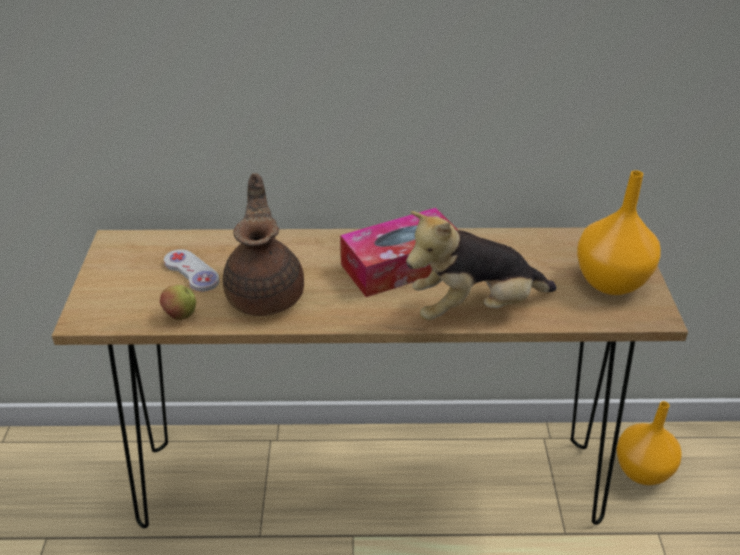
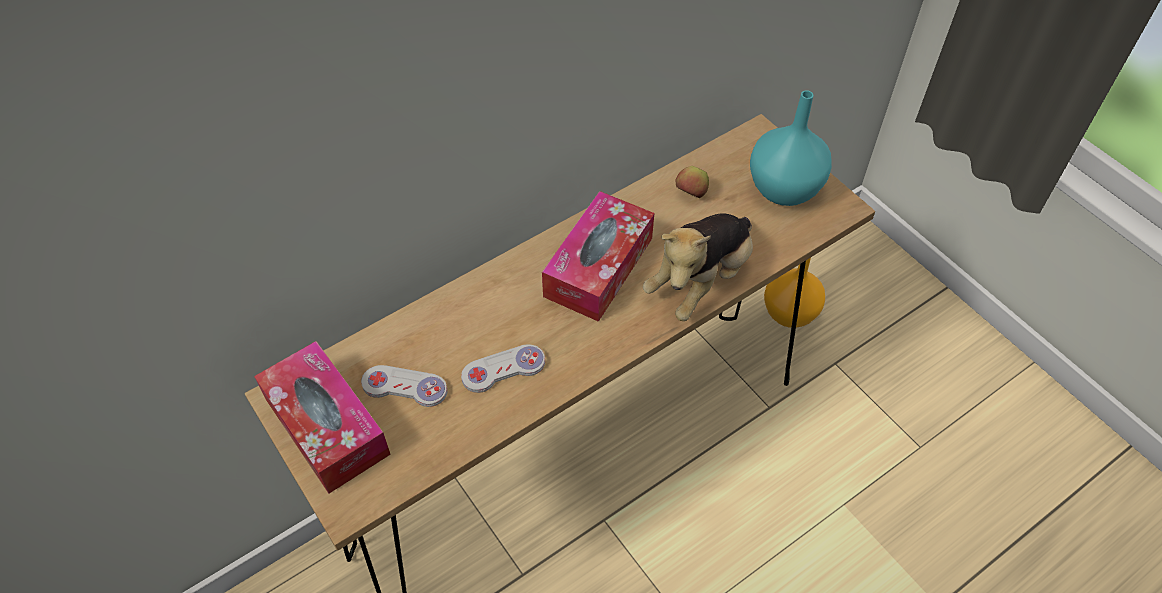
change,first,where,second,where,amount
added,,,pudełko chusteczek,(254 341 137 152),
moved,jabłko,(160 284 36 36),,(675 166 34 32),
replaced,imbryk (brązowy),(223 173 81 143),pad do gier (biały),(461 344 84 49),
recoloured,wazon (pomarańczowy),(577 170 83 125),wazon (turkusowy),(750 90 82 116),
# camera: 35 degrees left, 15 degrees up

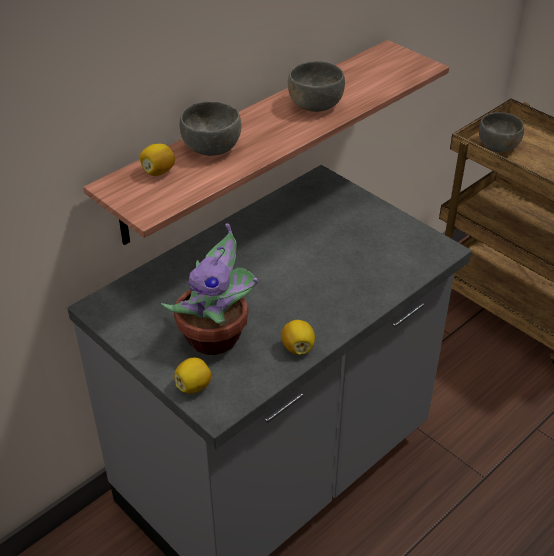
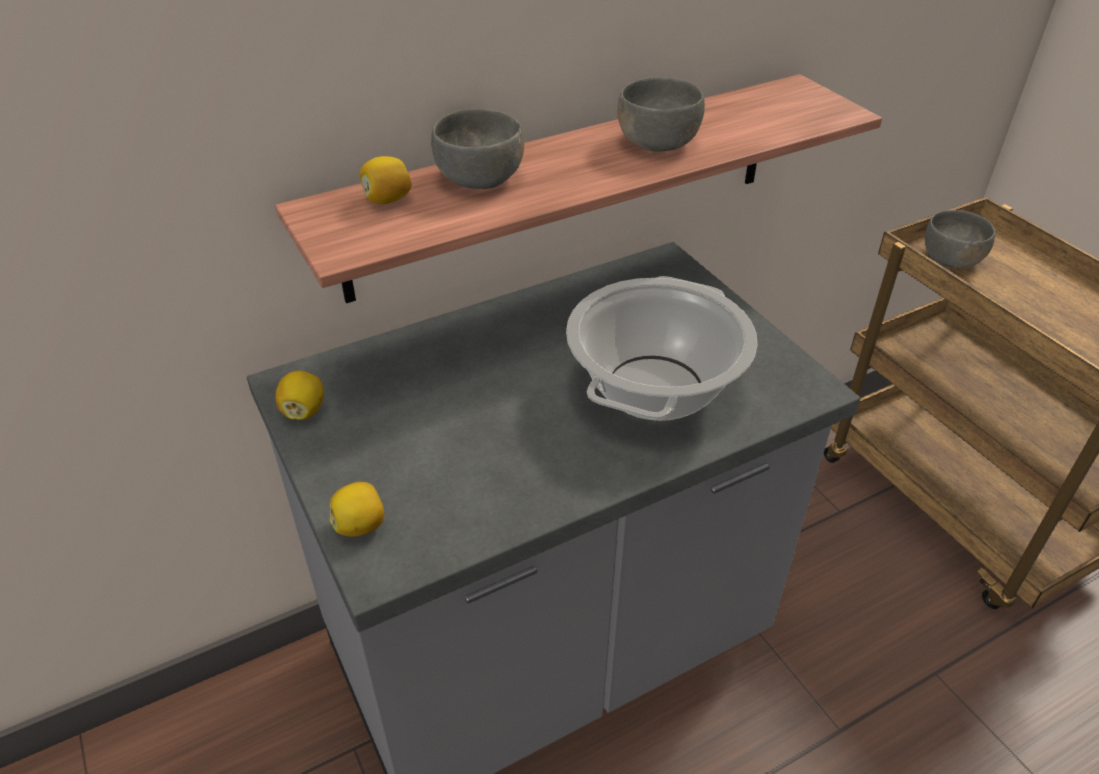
change,first,where,second,where,amount
removed,roślina doniczkowa,(161 223 97 132),,,
added,,,garnek,(566 276 192 145),
moved,cytryna,(281 320 34 35),,(275 371 49 49),
# camera: 15 degrees right, 0 degrees up

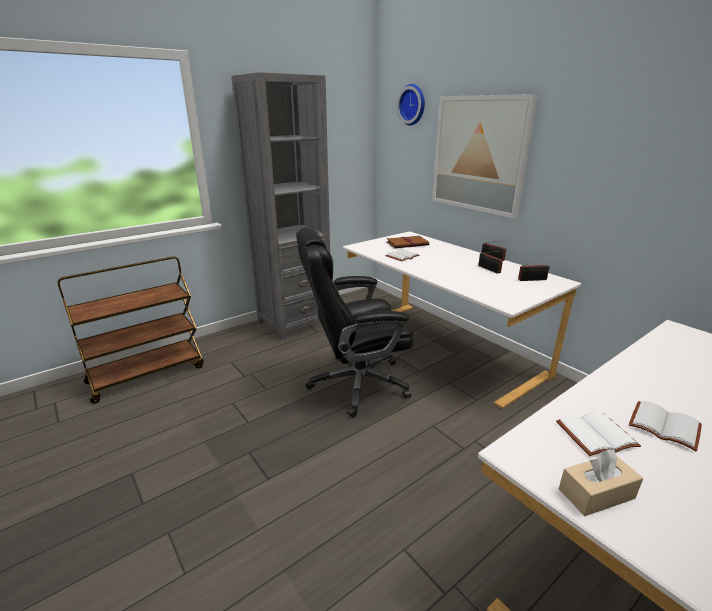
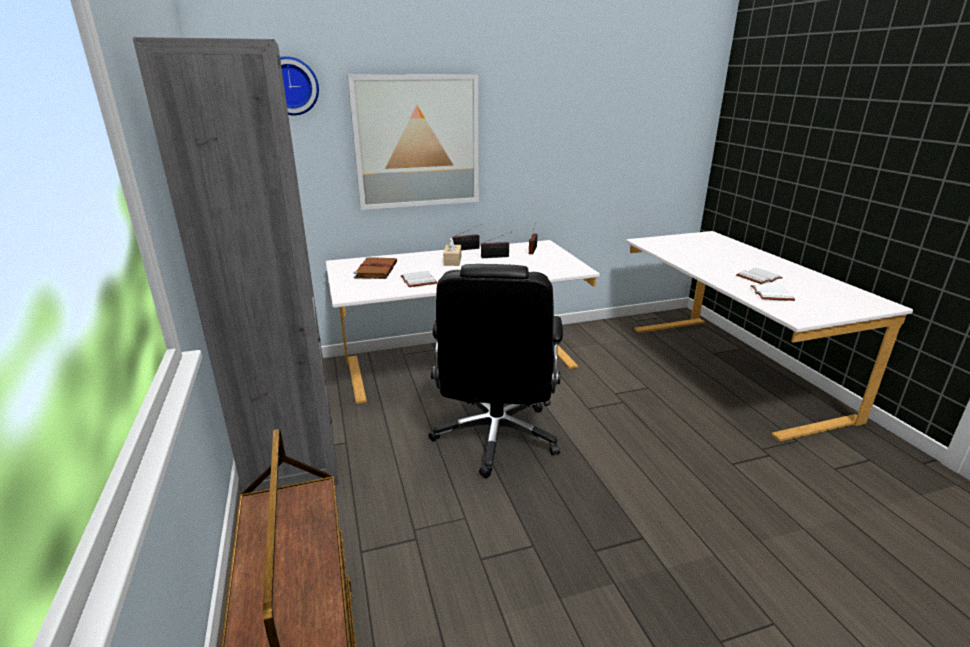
change,first,where,second,where,amount
moved,pudełko chusteczek (beżowy),(559 449 84 67),,(443 237 18 29),
# camera: 70 degrees left, 0 degrees up

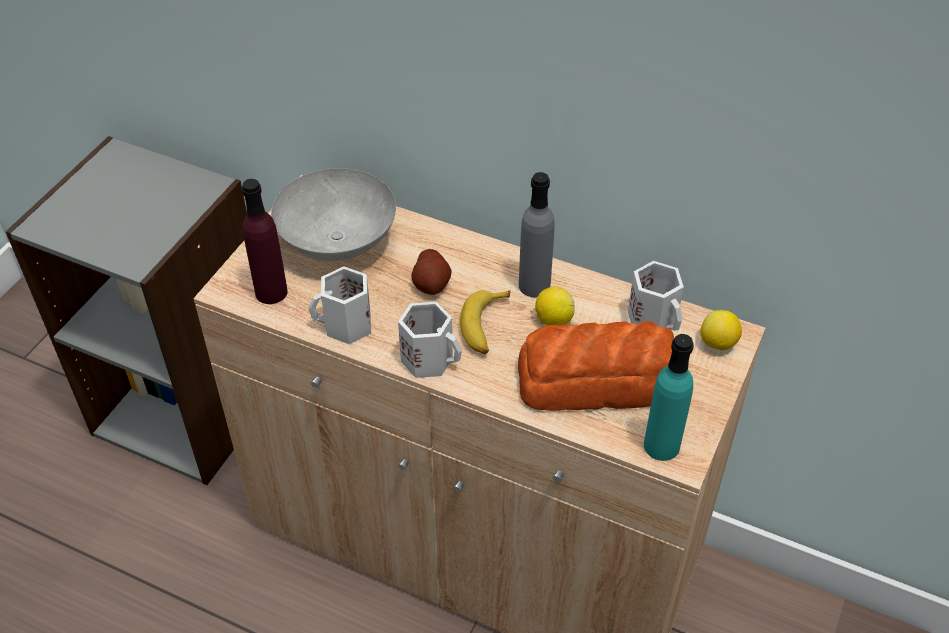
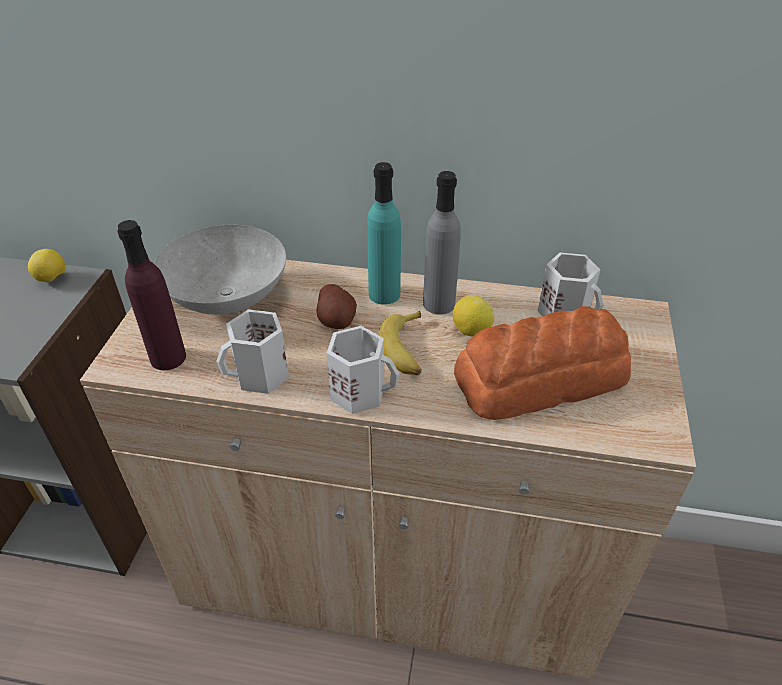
change,first,where,second,where,amount
moved,butelka (turkusowy),(644 334 50 127),,(367 162 34 143),
moved,cytryna,(700 310 42 41),,(28 249 38 33),
# camera: 15 degrees left, 5 degrees down

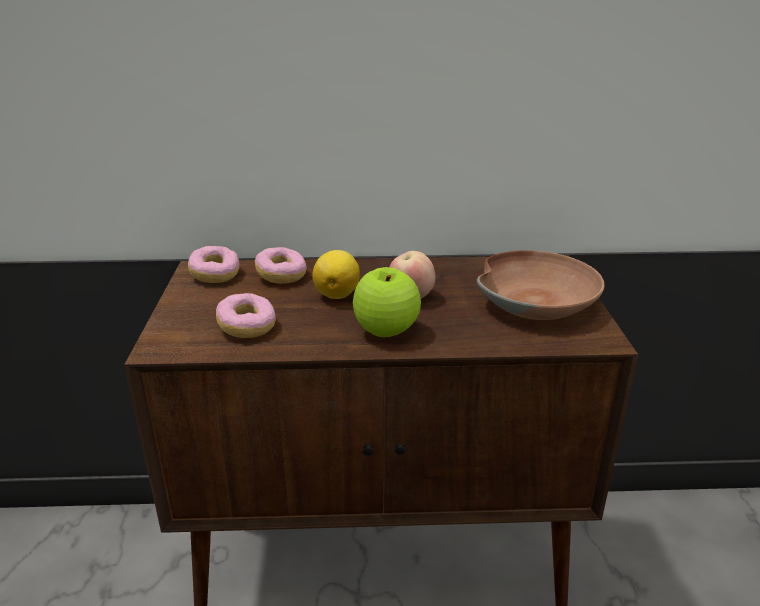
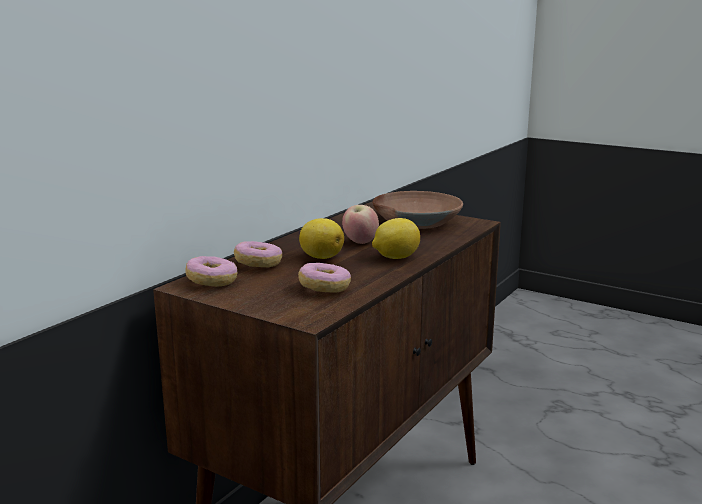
change,first,where,second,where,amount
replaced,jabłko,(353 267 68 70),cytryna,(372 218 48 41),
# camera: 55 degrees left, 10 degrees down

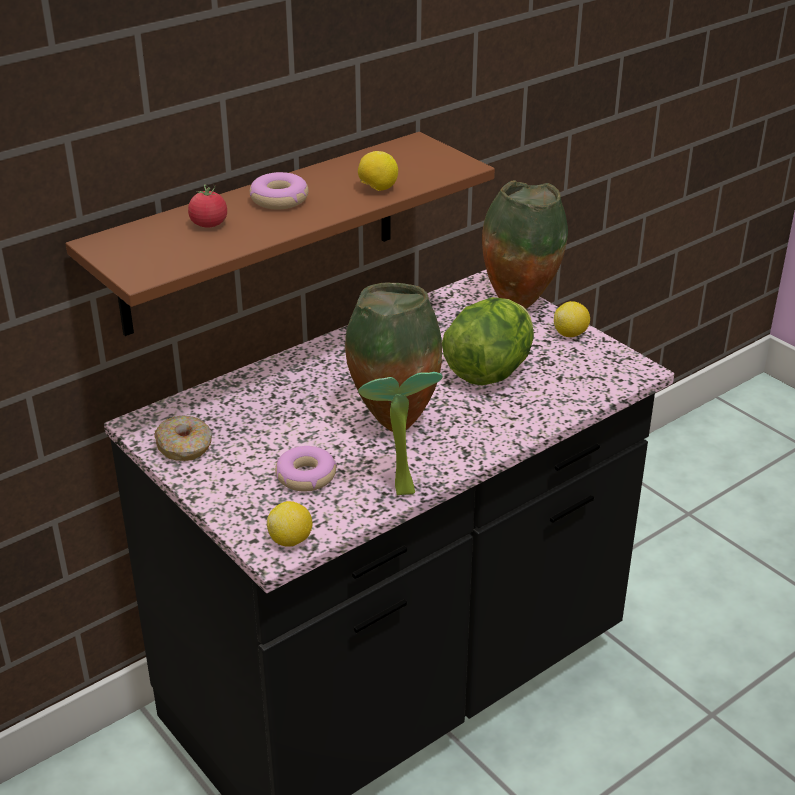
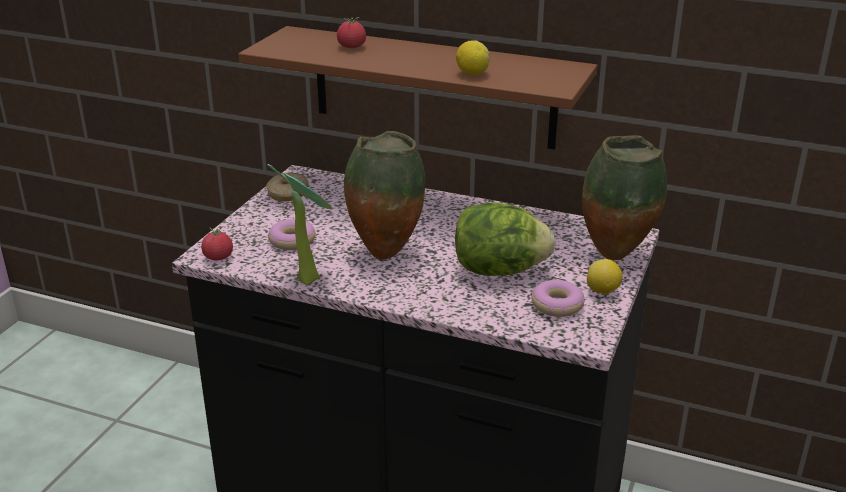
change,first,where,second,where,amount
moved,donut,(250 172 59 37),,(531 280 54 37),
replaced,cytryna,(267 501 46 45),pomidor,(201 227 32 33),
# camera: 60 degrees right, 5 degrees down

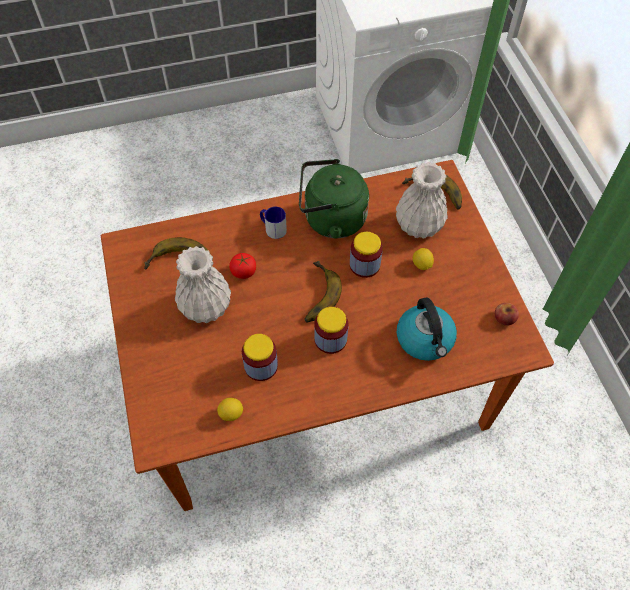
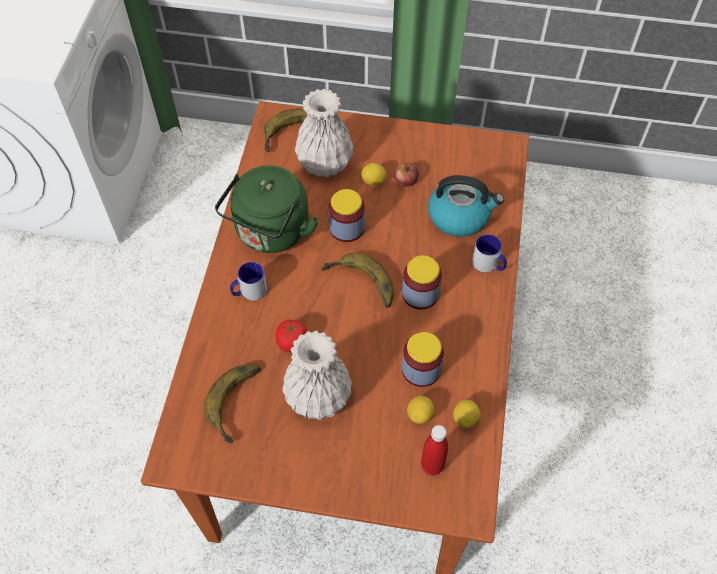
change,first,where,second,where,amount
added,,,cytryna,(407 396 27 28),
added,,,butelka (czerwony),(421 425 27 51),
added,,,kubek,(472 234 35 39),
moved,jabłko,(495 303 24 23),,(394 163 25 24),
# camera: 65 degrees left, 0 degrees up

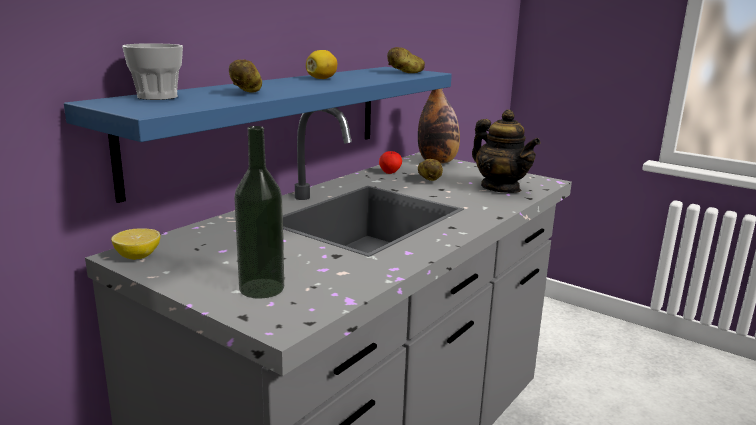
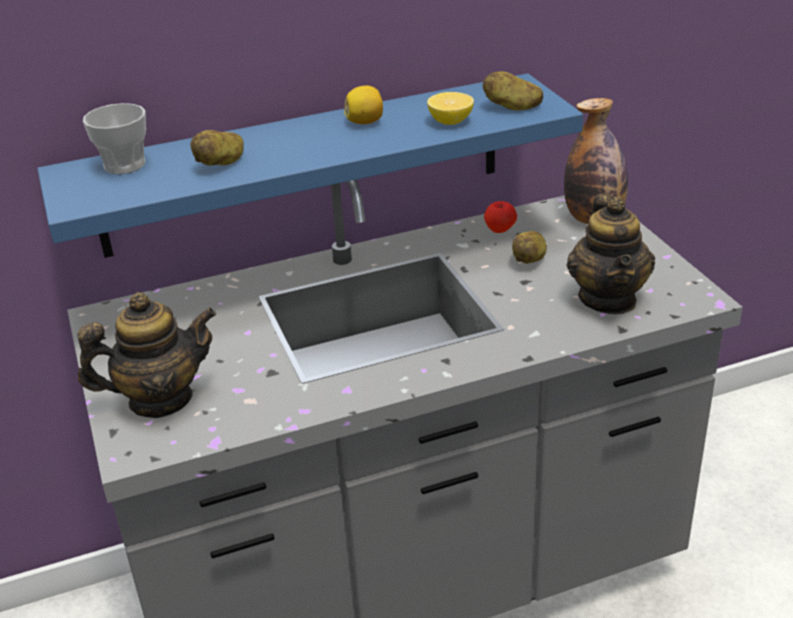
change,first,where,second,where,amount
moved,cytryna,(111 228 49 32),,(427 92 47 33),
replaced,butelka,(234 126 50 173),imbryk,(78 292 138 126),
# camera: 35 degrees right, 15 degrees up

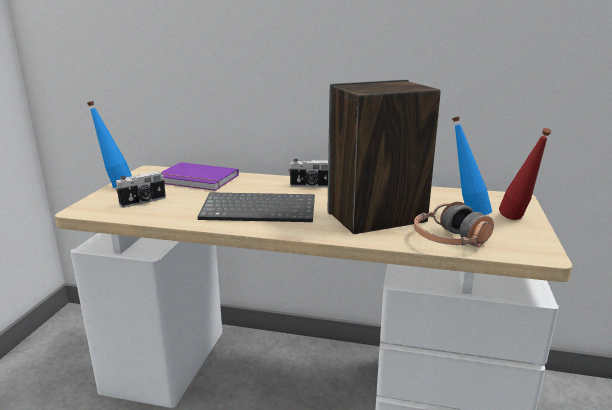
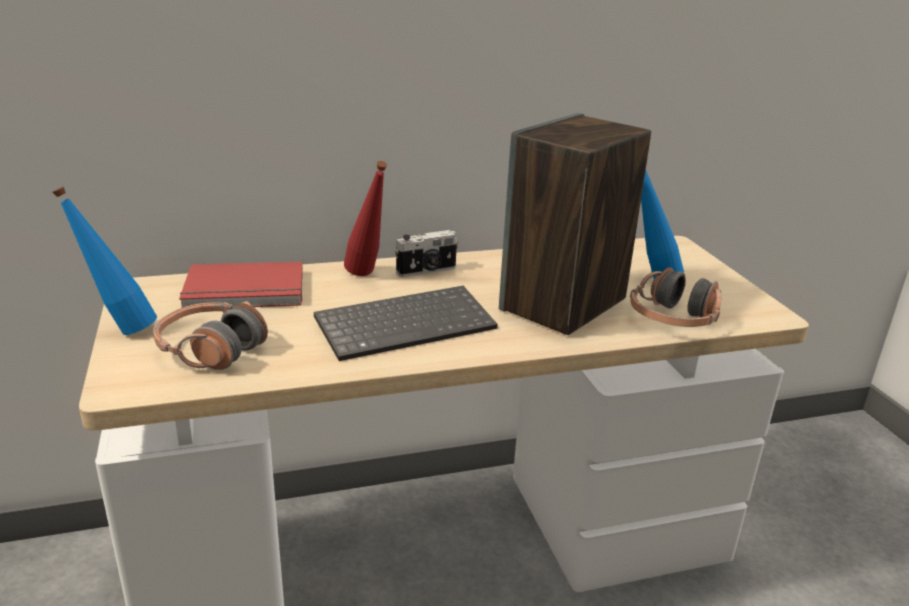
change,first,where,second,where,amount
moved,butelka (czerwony),(499 128 53 92),,(344 161 43 115),
replaced,aparat fotograficzny,(115 171 51 37),słuchawki,(153 301 115 69),
recoloured,książka (fioletowy),(162 162 77 29),książka (czerwony),(179 261 124 47),
# camera: 30 degrees left, 5 degrees up

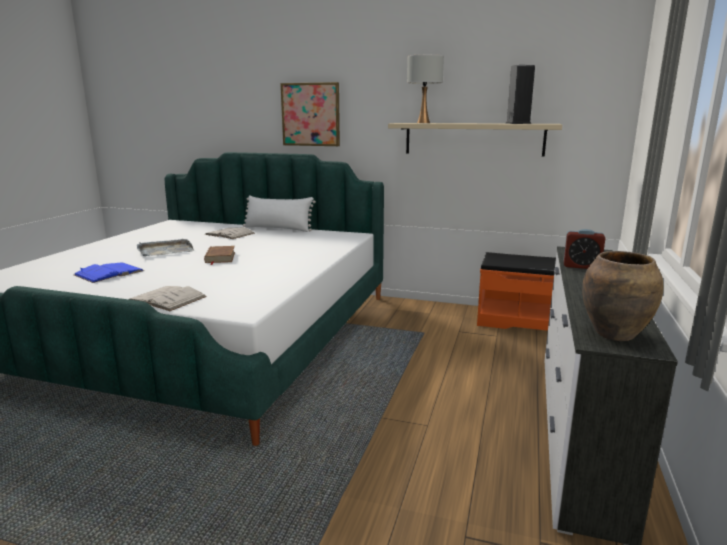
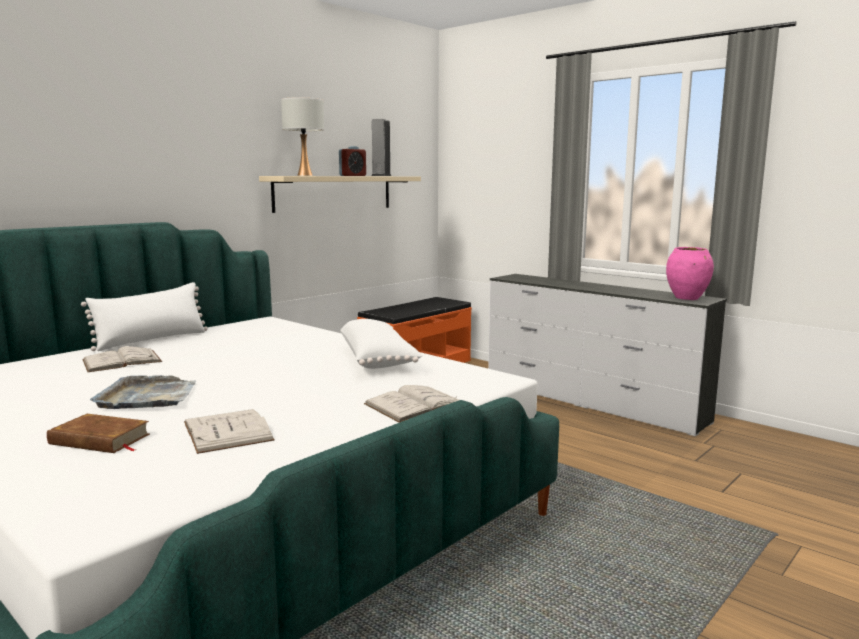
change,first,where,second,where,amount
removed,obraz,(280 82 60 64),,,
added,,,poduszka (biały),(340 319 83 50),
moved,książka (brązowy),(204 246 31 19),,(47 414 103 39),
moved,budzik,(563 229 42 40),,(339 146 27 30),
recoloured,książka (niebieski),(74 262 70 21),książka (biały),(184 409 91 45),
recoloured,wazon (brązowy),(582 251 81 90),wazon (różowy),(666 247 48 53),
# camera: 65 degrees left, 5 degrees down

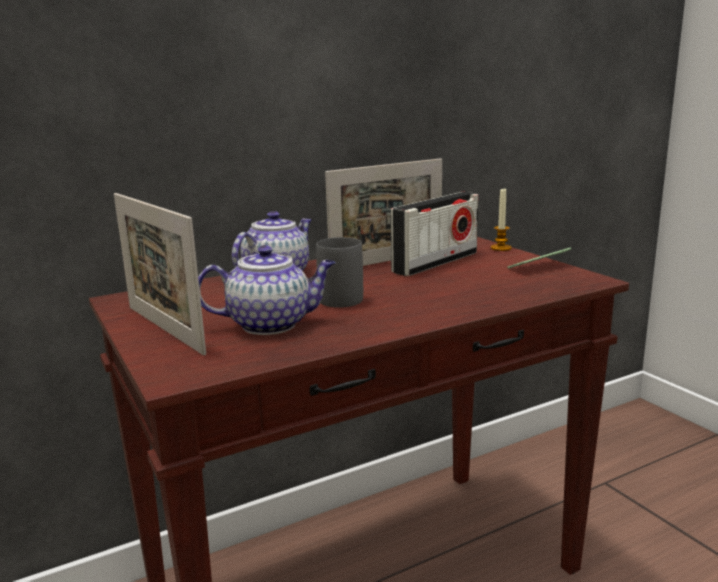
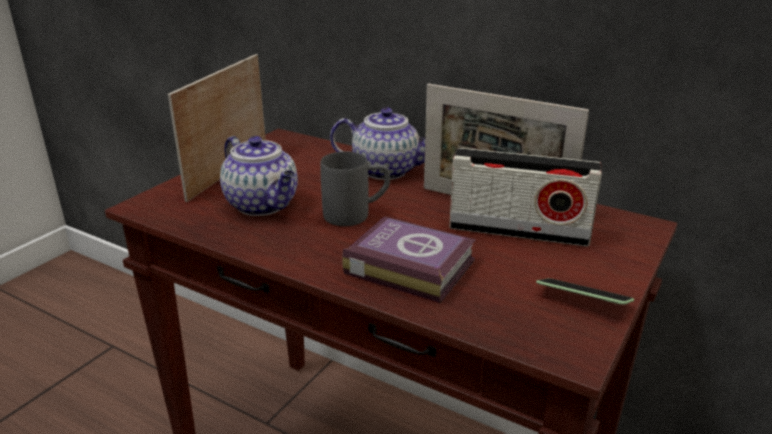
change,first,where,second,where,amount
removed,świeca,(491 187 21 64),,,
added,,,książka,(342 216 134 87),
# camera: 60 degrees right, 10 degrees up

